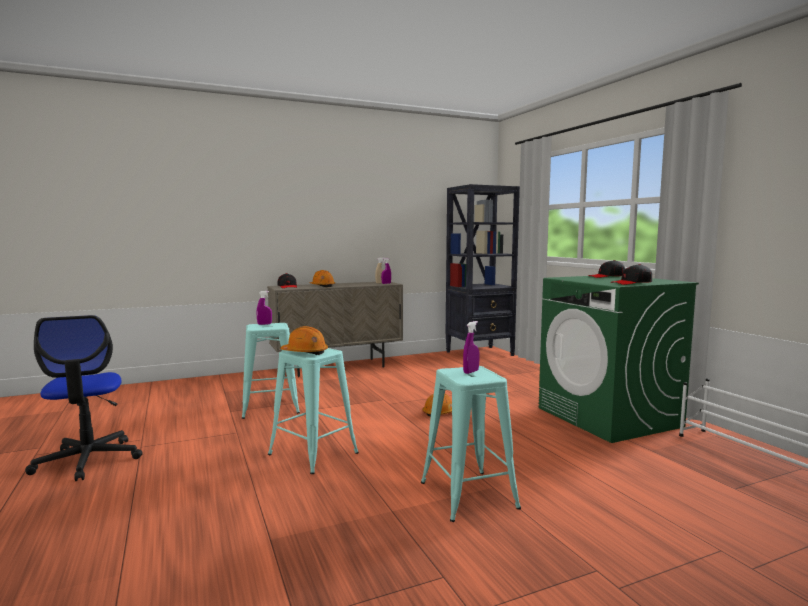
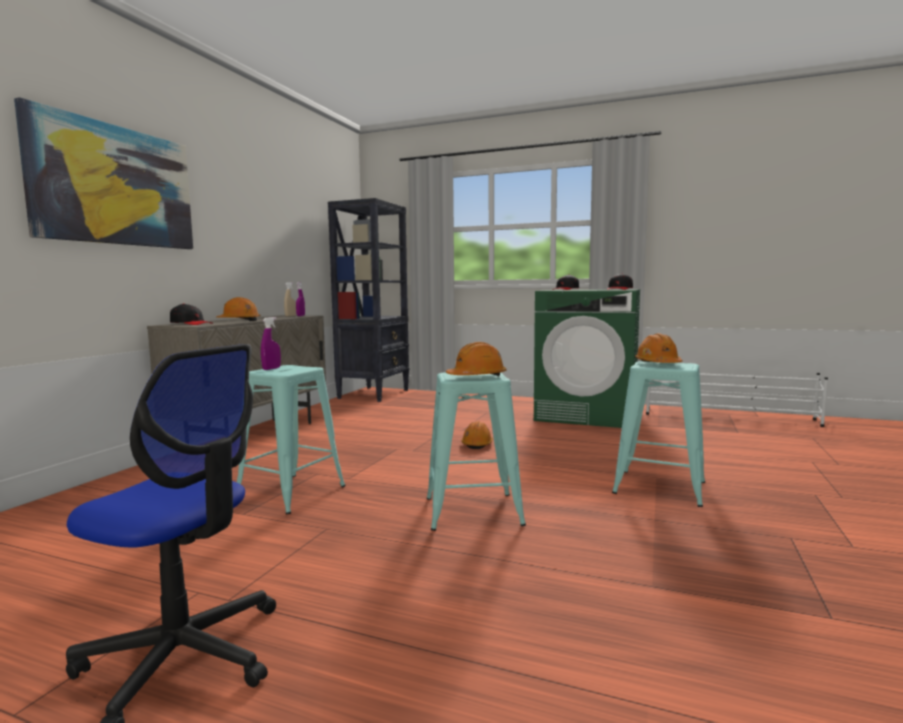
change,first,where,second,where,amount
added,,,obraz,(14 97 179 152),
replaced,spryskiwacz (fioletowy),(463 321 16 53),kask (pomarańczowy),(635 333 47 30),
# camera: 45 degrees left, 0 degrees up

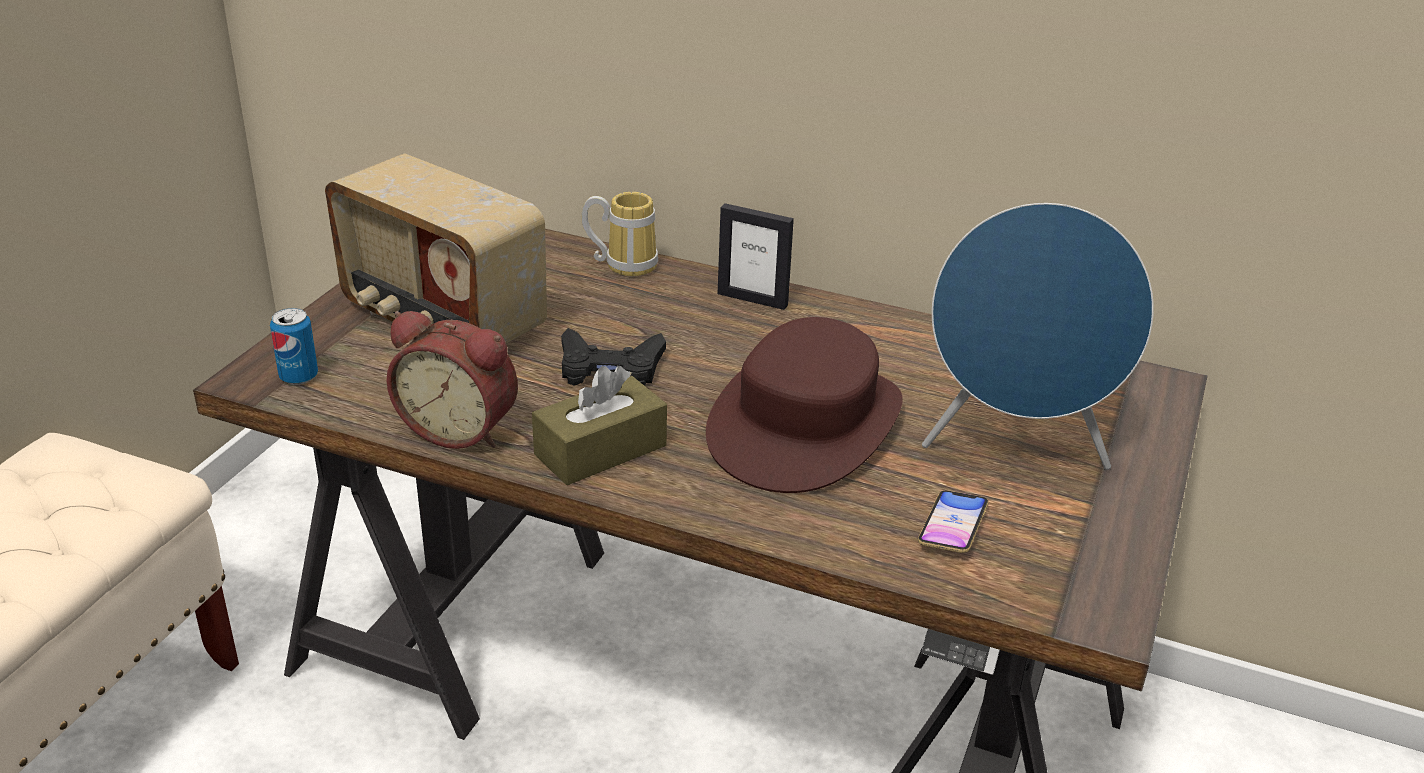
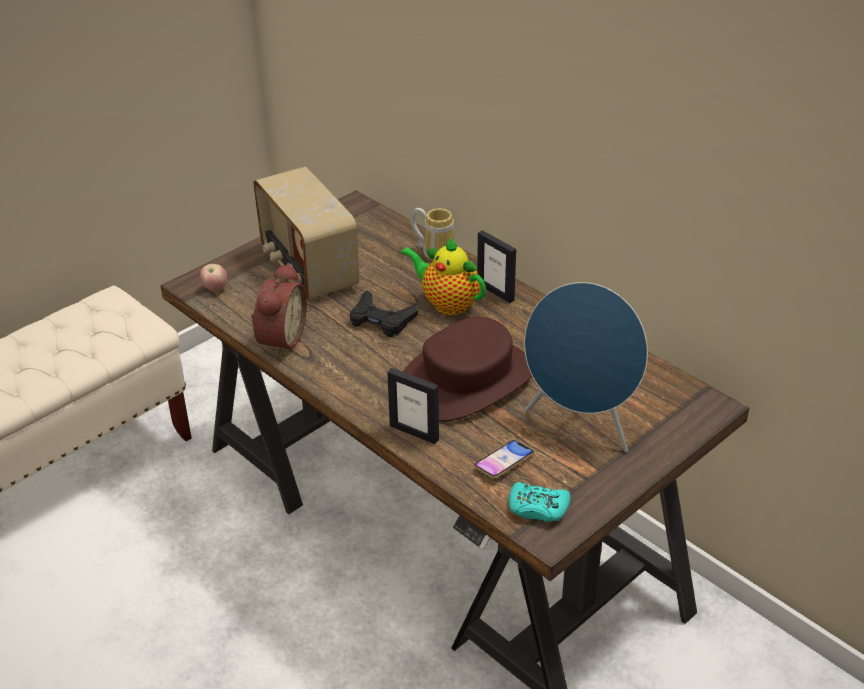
change,first,where,second,where,amount
removed,pudełko chusteczek (brązowy),(532 366 135 119),,,
added,,,ramka na zdjęcie,(387 368 52 76),
added,,,imbryk,(401 237 85 78),
added,,,pad do gier (turkusowy),(509 482 61 40),
replaced,puszka,(270 308 48 77),jabłko,(200 264 27 27),
turned,budzik,(387 311 131 138),,(251 263 56 94),120 degrees counterclockwise
# camera: 25 degrees right, 5 degrees up

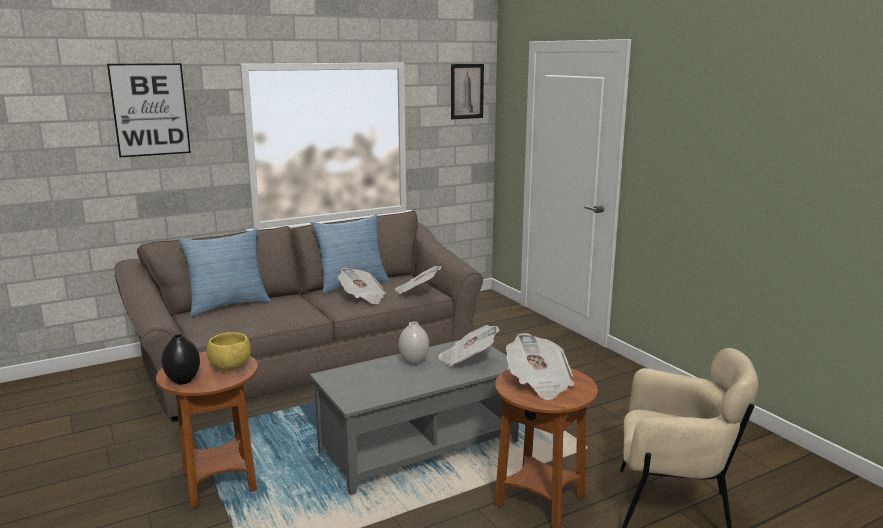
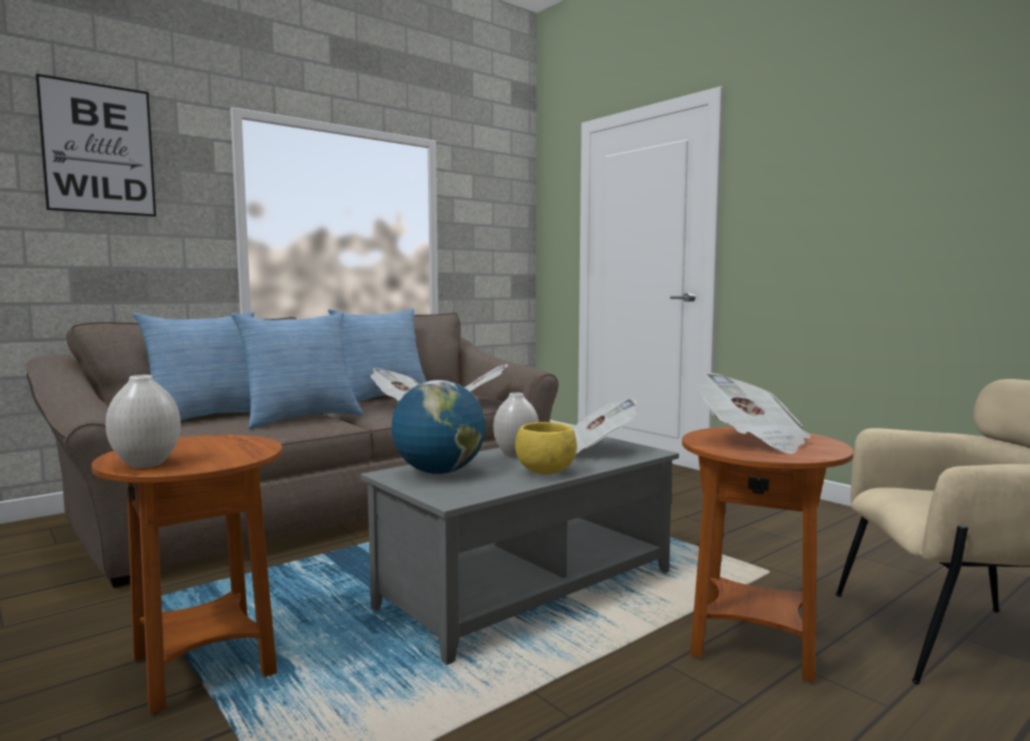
change,first,where,second,where,amount
removed,obraz,(451 64 33 55),,,
added,,,poduszka,(231 312 132 117),
added,,,globus,(391 380 95 94),
moved,miska (żółty),(206 332 45 39),,(515 422 62 53),
recoloured,wazon (czarny),(162 334 38 51),wazon (biały),(106 375 75 93),
# camera: 10 degrees left, 10 degrees down

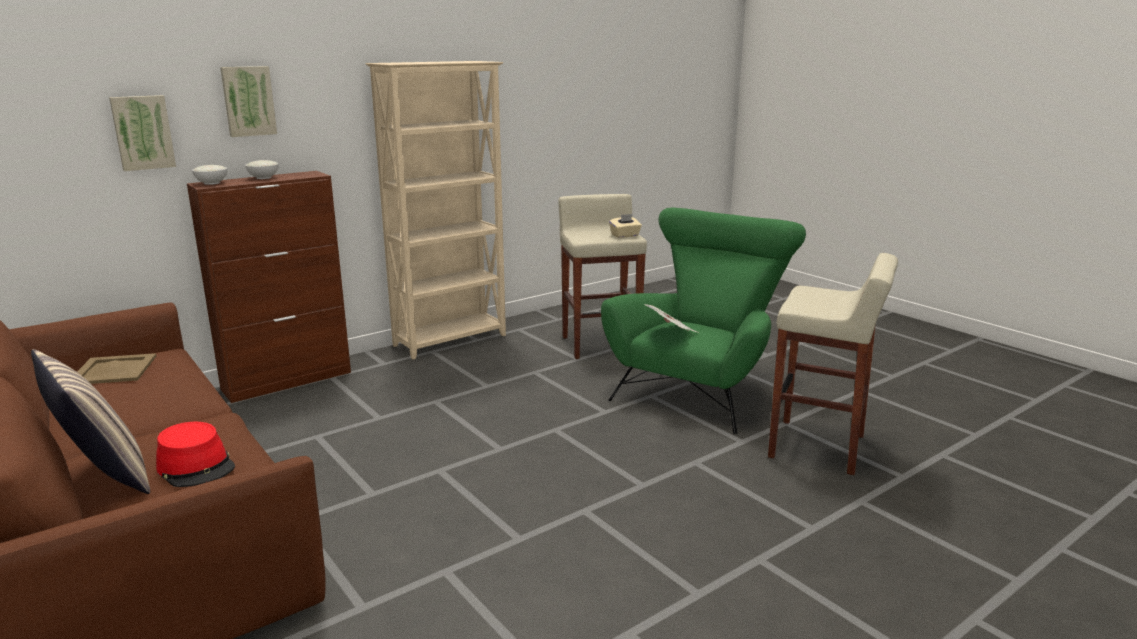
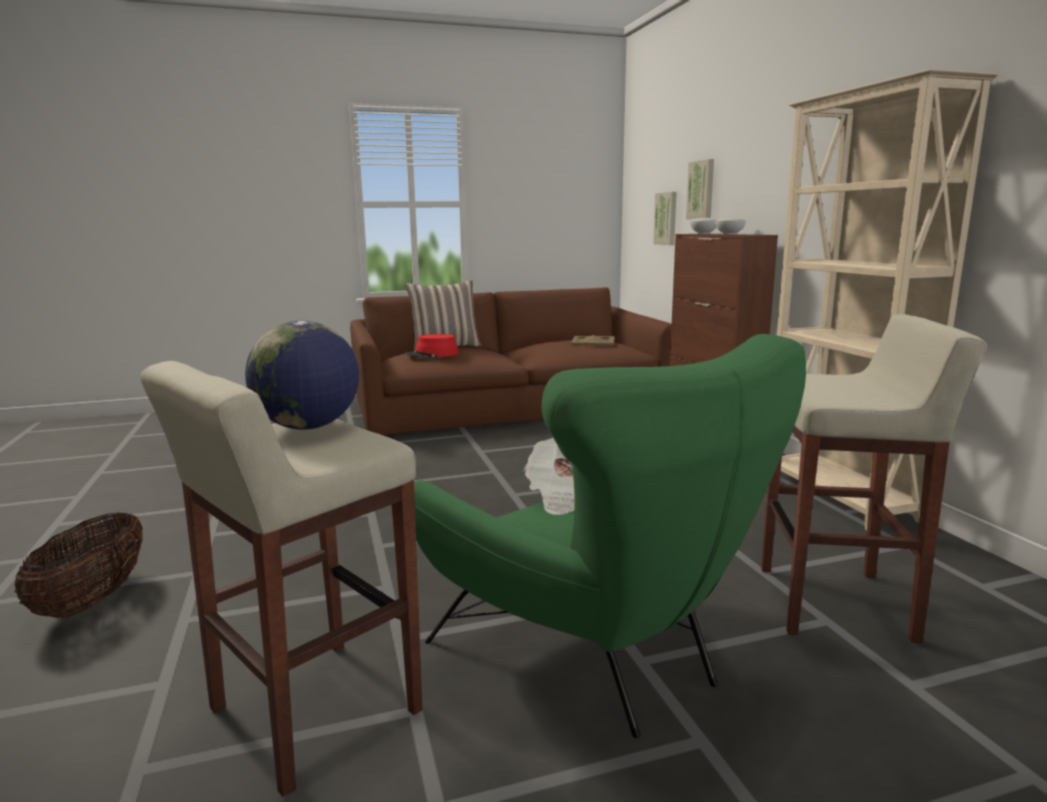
change,first,where,second,where,amount
removed,pudełko chusteczek (beżowy),(609 214 33 24),,,
added,,,koszyk,(15 513 128 105),
added,,,globus,(245 321 114 109),
moved,obraz,(220 66 57 71),,(653 192 24 53),
# camera: 110 degrees right, 5 degrees down

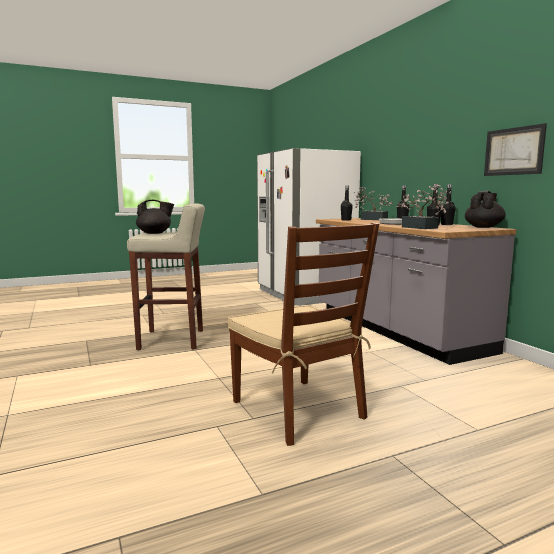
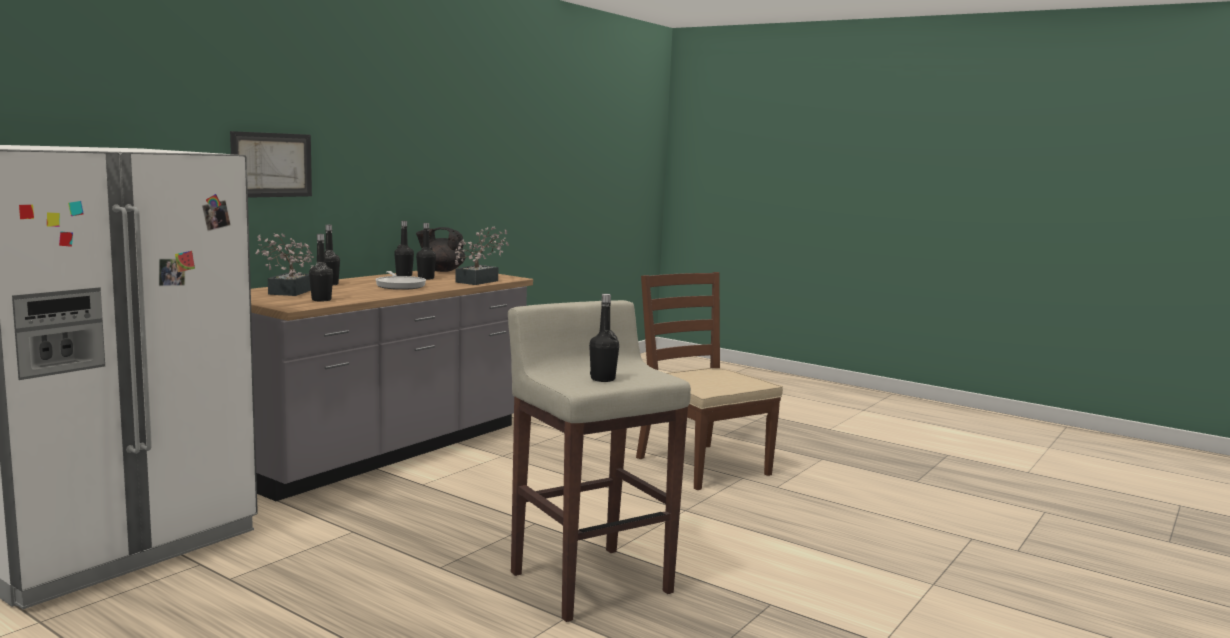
change,first,where,second,where,amount
moved,obraz,(484 123 63 53),,(230 131 82 67),
replaced,imbryk (czarny),(136 200 38 34),butelka (czarny),(589 294 30 88),
turned,krzesło (brązowy),(228 223 151 223),,(636 272 147 218),60 degrees counterclockwise
# camera: 120 degrees left, 0 degrees up

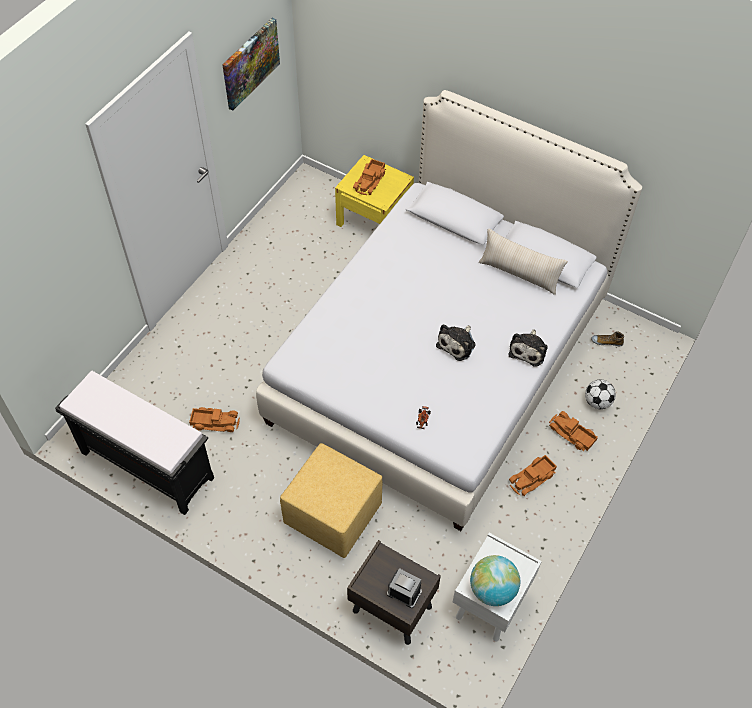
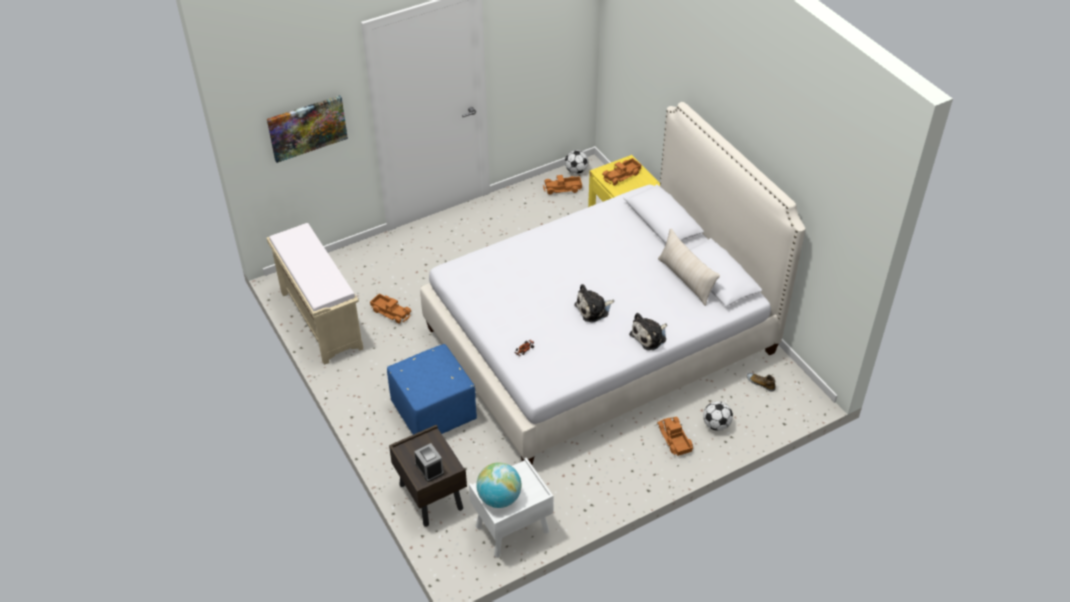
change,first,where,second,where,amount
added,,,piłka futbolowa,(565 150 23 24),
moved,obraz,(222 18 58 93),,(267 95 81 68),
moved,ciężarówka zabawkowa,(509 455 48 41),,(543 175 39 20),
recoloured,ławka (czarny),(55 371 159 144),ławka (beżowy),(267 223 96 142),
recoloured,pufa (żółty),(280 443 102 115),pufa (niebieski),(387 344 90 91),
# camera: 30 degrees right, 10 degrees down

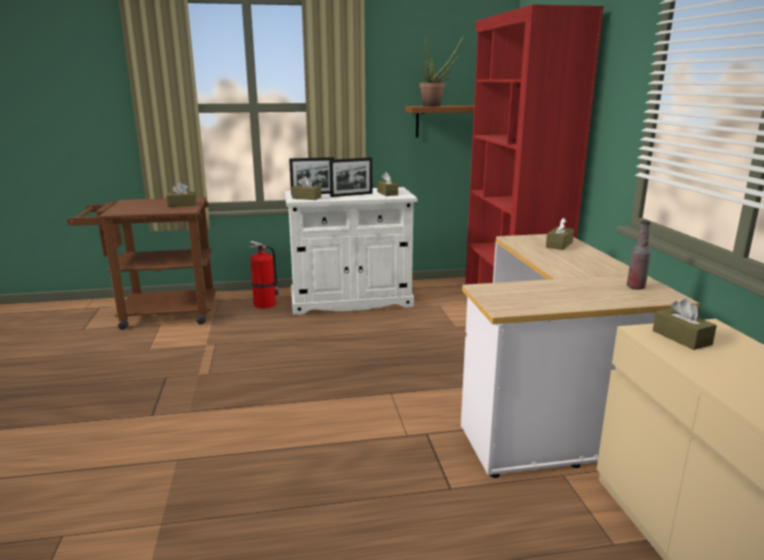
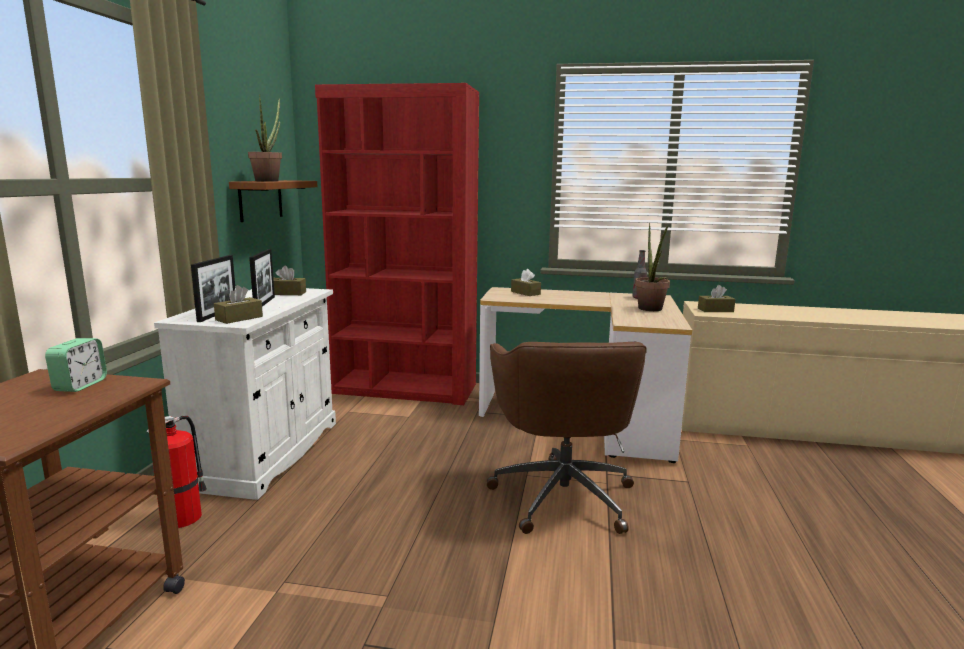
change,first,where,second,where,amount
added,,,krzesło biurowe (brązowy),(487 342 160 192),
added,,,roślina doniczkowa,(635 223 35 88),
replaced,pudełko chusteczek (brązowy),(166 182 30 25),budzik,(45 338 62 54),
# camera: 70 degrees left, 5 degrees down

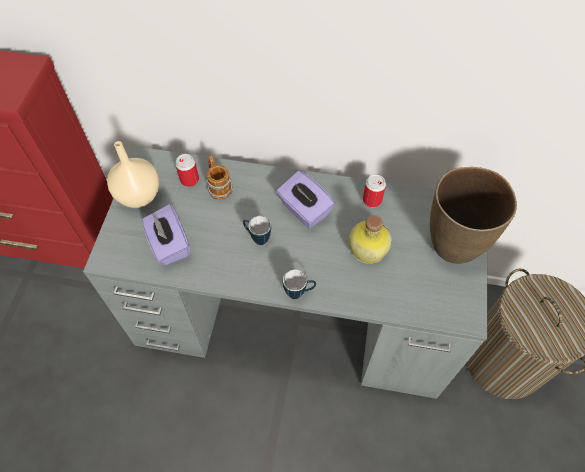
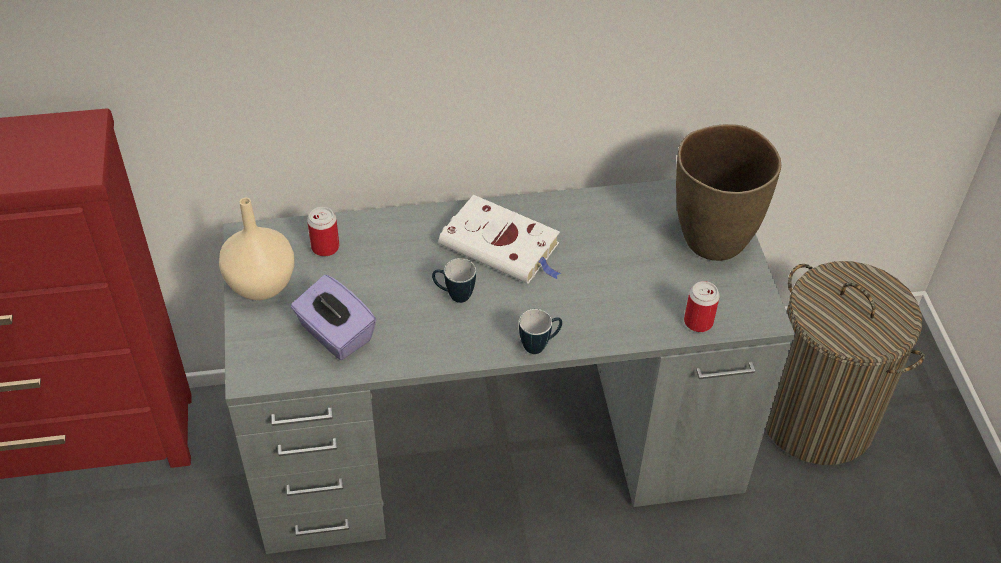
change,first,where,second,where,amount
removed,kubek,(206 155 27 45),,,
removed,butelka,(349 215 43 49),,,
moved,puszka,(363 174 23 33),,(684 281 36 51),
replaced,pudełko chusteczek (fioletowy),(277 171 58 57),książka (biały),(439 195 122 89),
# camera: 20 degrees left, 10 degrees down

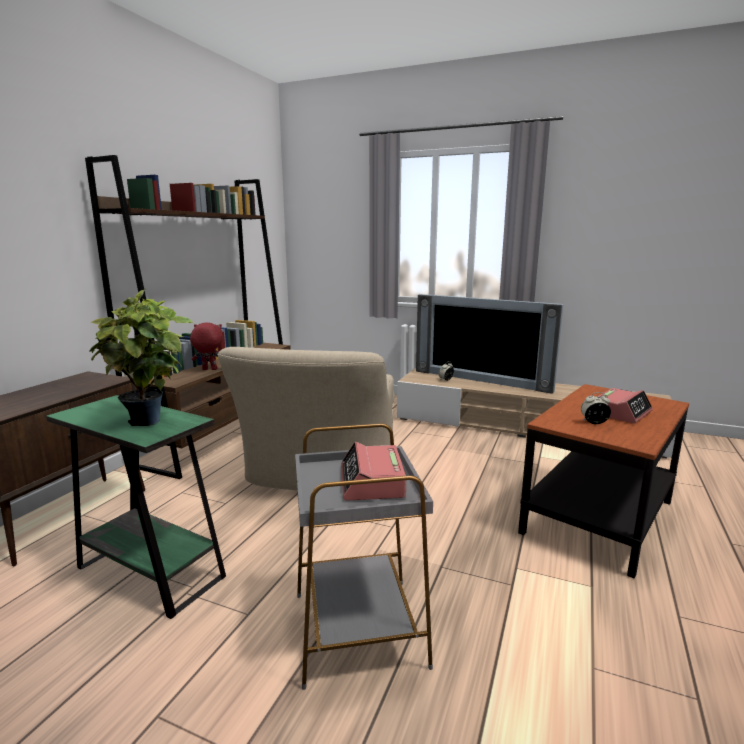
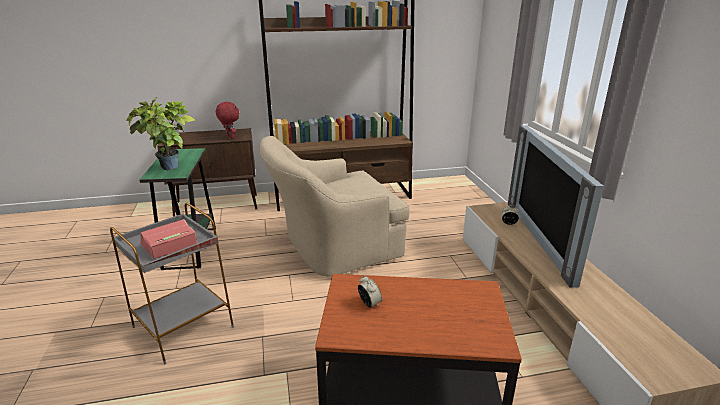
change,first,where,second,where,amount
removed,budzik,(597 388 56 36),,,
moved,pluszak (czerwony),(190 323 33 47),,(216 102 23 36),
# camera: 55 degrees right, 10 degrees up

